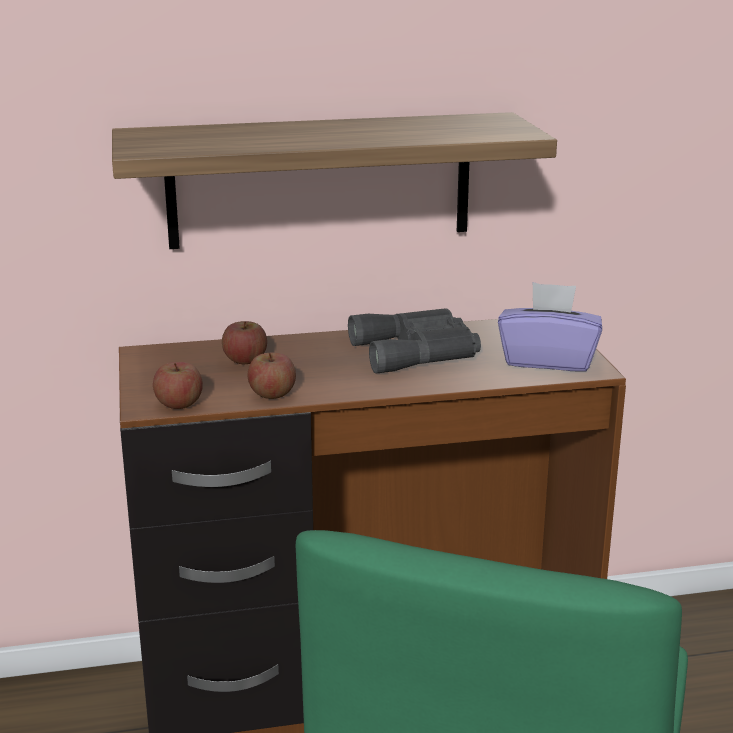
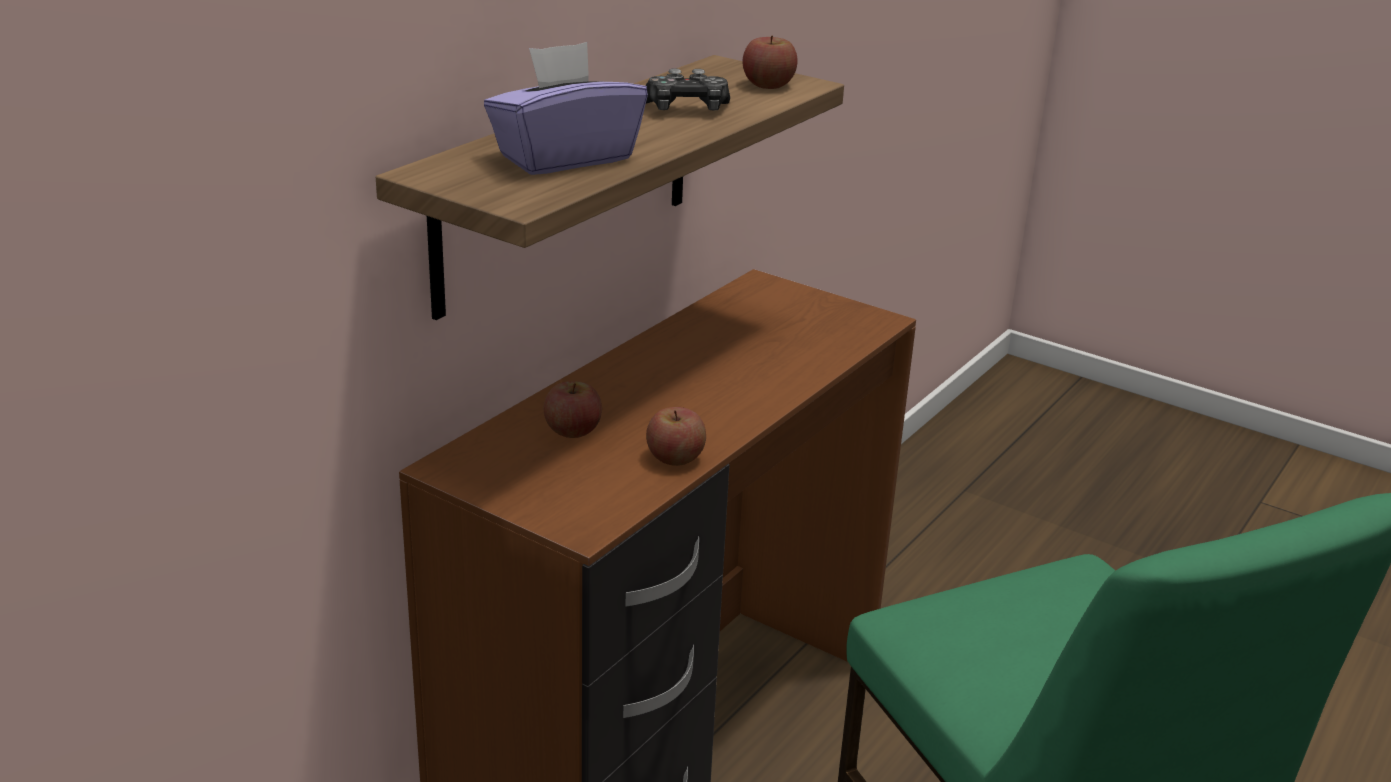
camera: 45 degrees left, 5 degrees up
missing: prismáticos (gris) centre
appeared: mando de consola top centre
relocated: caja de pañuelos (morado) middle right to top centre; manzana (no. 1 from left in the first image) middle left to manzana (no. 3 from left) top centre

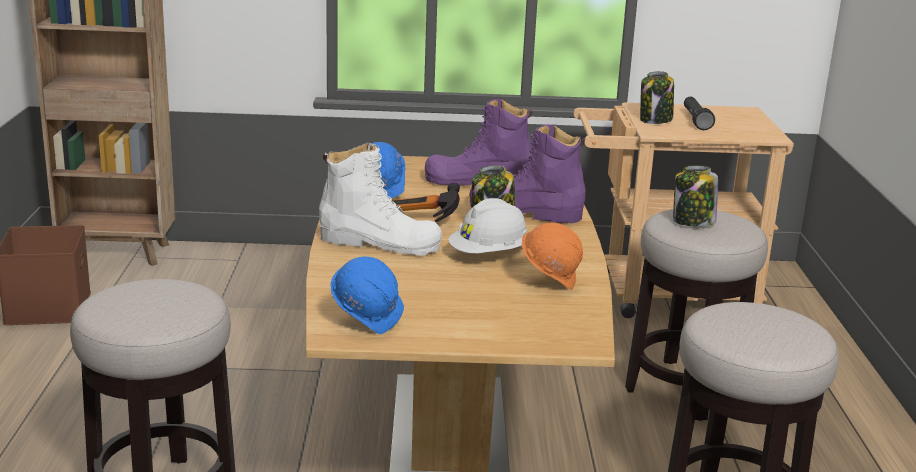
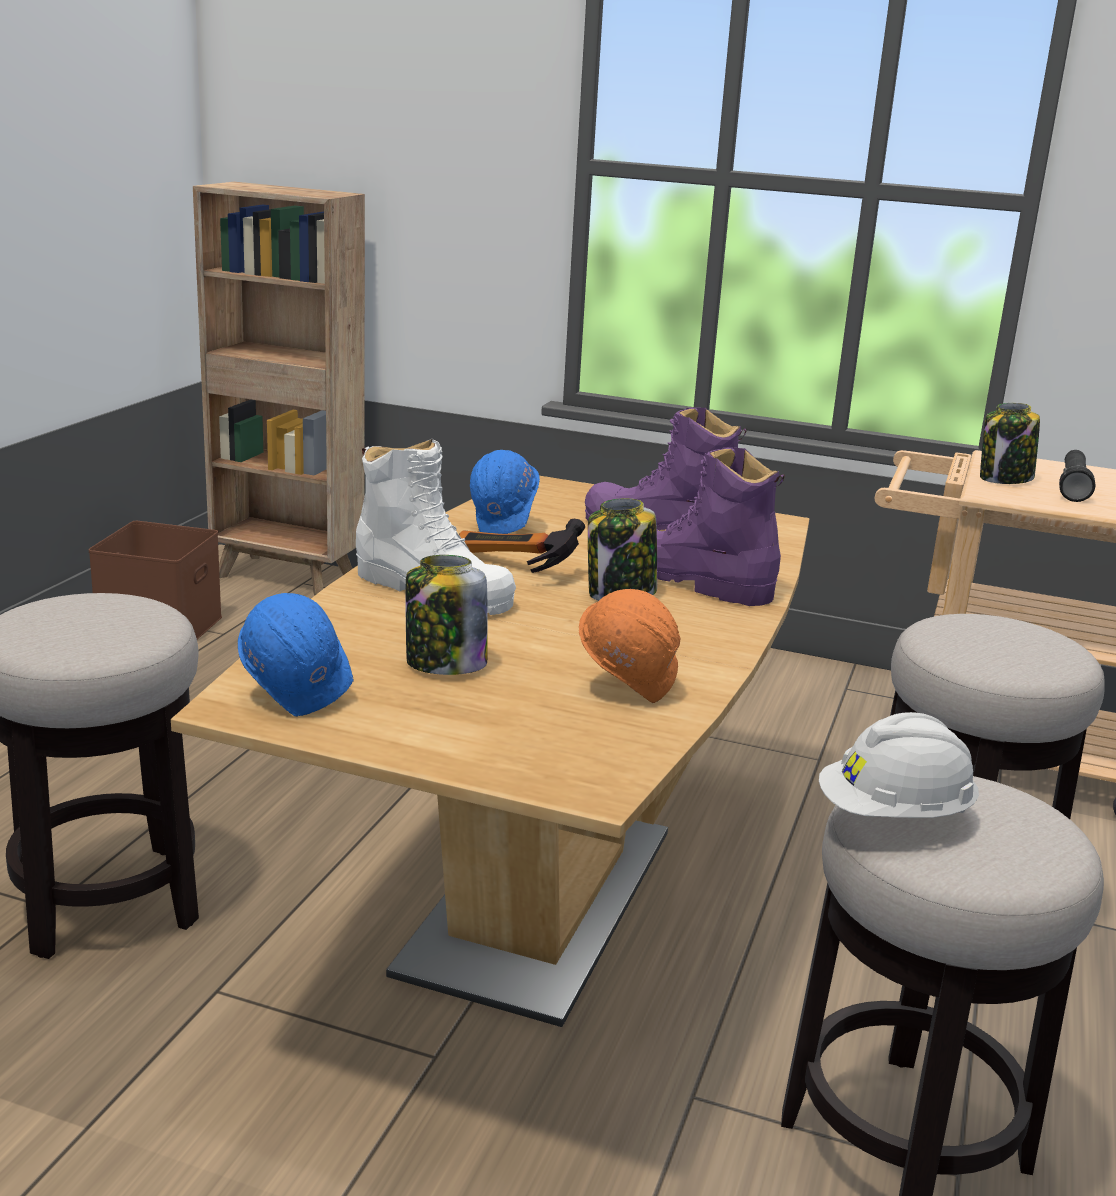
camera: 20 degrees right, 0 degrees up
relocated: tarro (no. 3 from left in the first image) middle right to tarro (no. 1 from left) centre; casco (blanco) centre to middle right

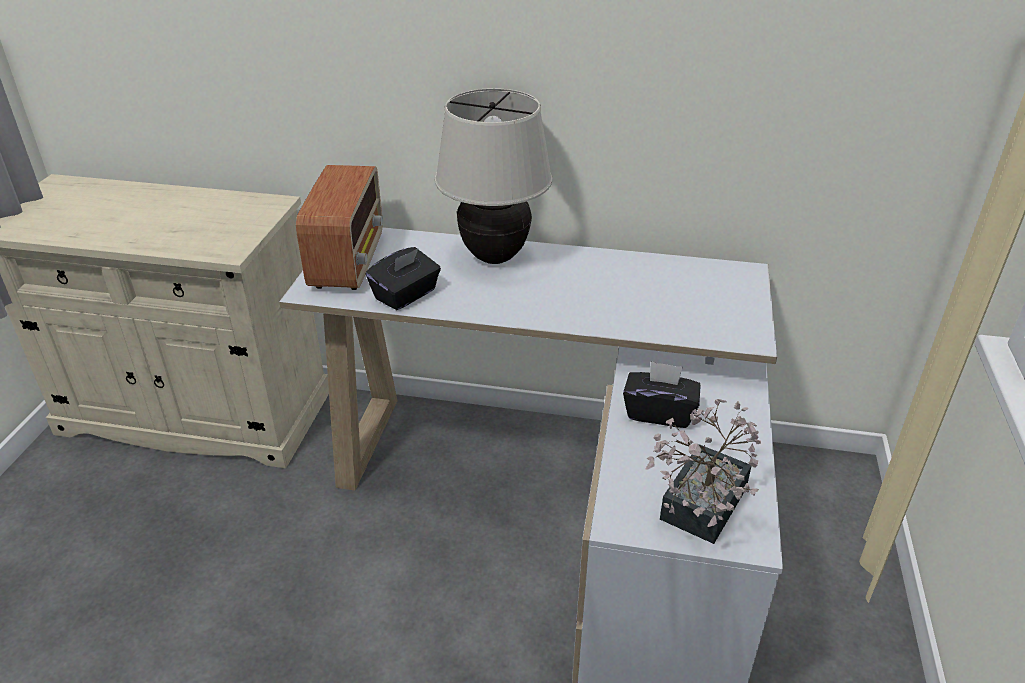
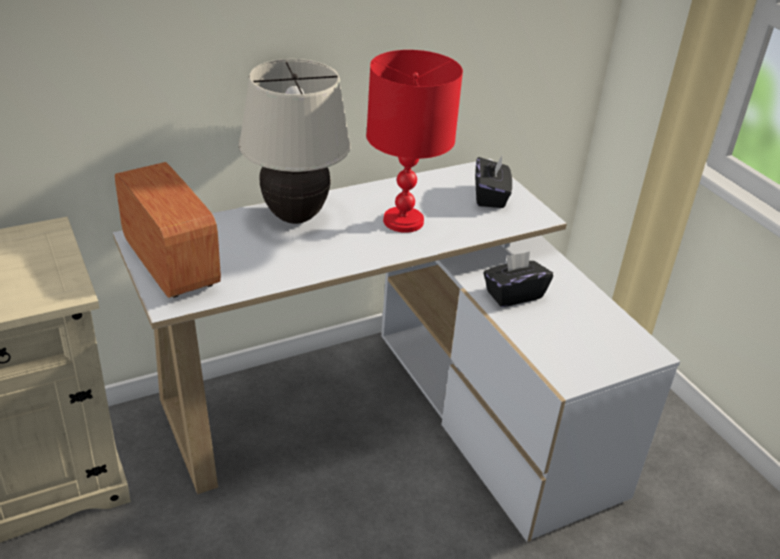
camera: 40 degrees left, 0 degrees up
missing: planta en maceta bottom right
appeared: lámpara de mesa (rojo) top centre
relocated: caja de pañuelos (negro) (no. 1 from left) centre to top centre

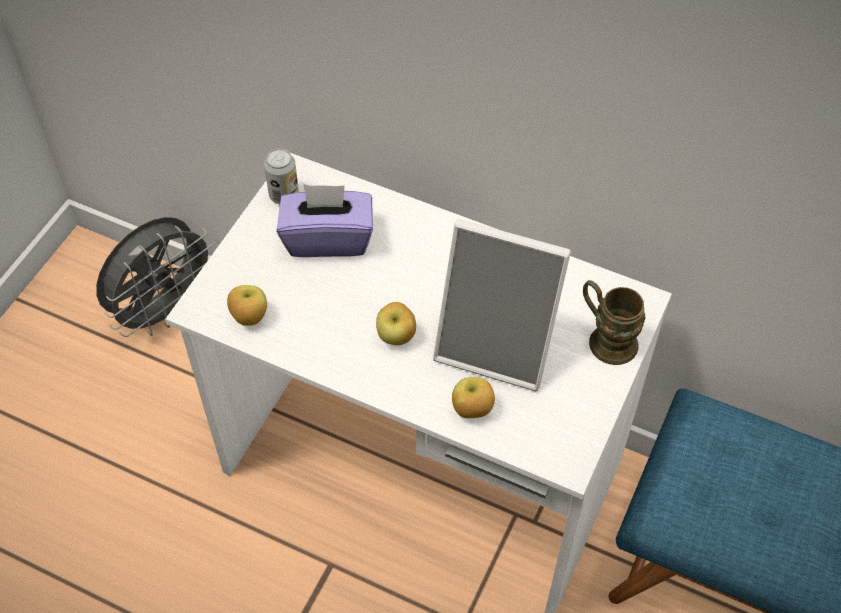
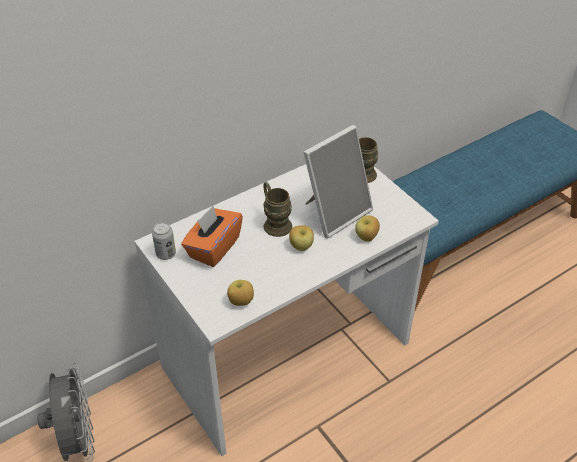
camera: 60 degrees left, 10 degrees down
appeared: taza grande (marrón) (no. 1 from left) centre
colour: caja de pañuelos (morado) centre to caja de pañuelos (naranja) centre

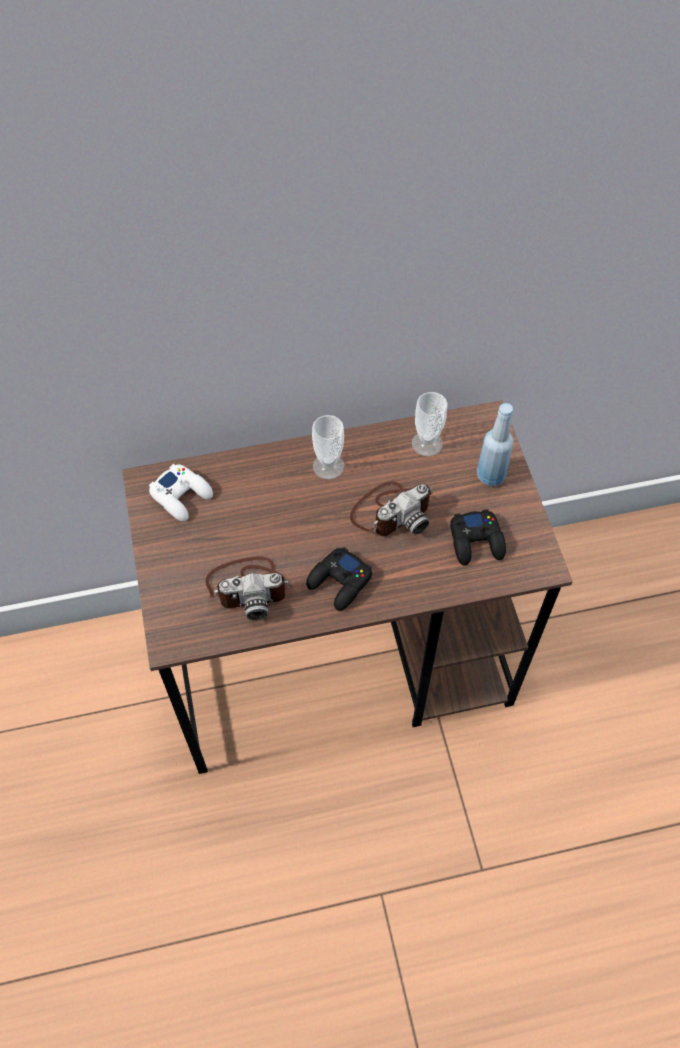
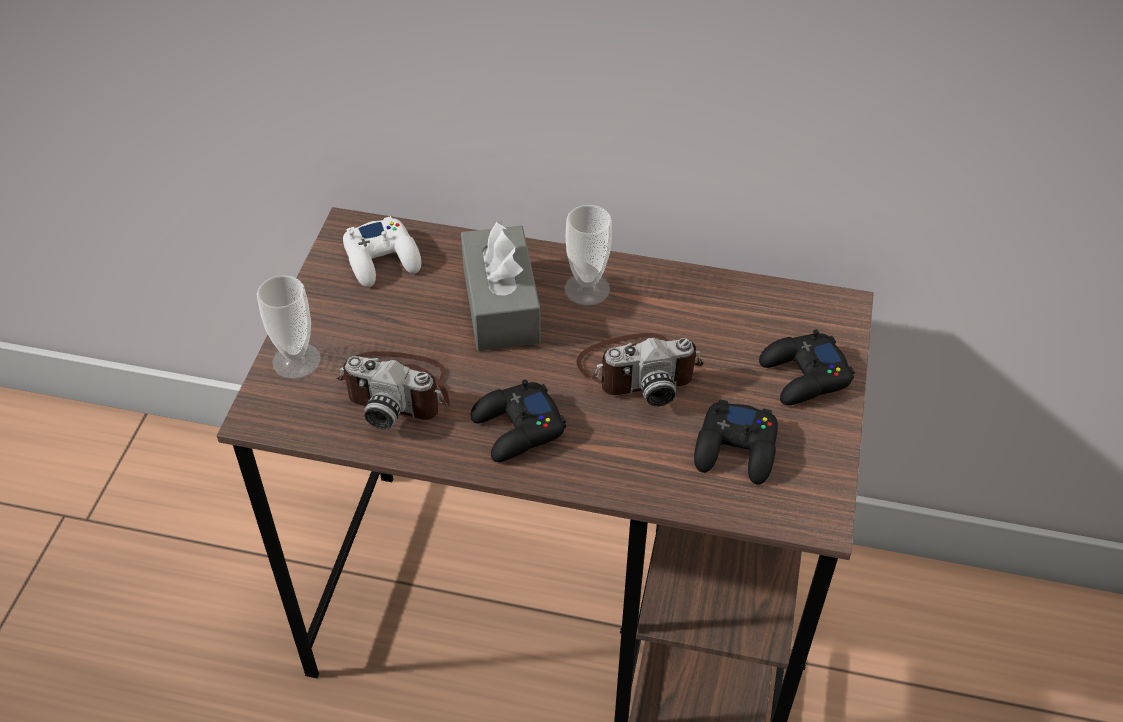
camera: 25 degrees right, 10 degrees down
appeared: caja de pañuelos (gris) centre
relocated: taza (no. 2 from left in the first image) centre to taza (no. 1 from left) middle left
exchanged: botella (azul) middle right to mando de consola (negro) (no. 3 from left) middle right

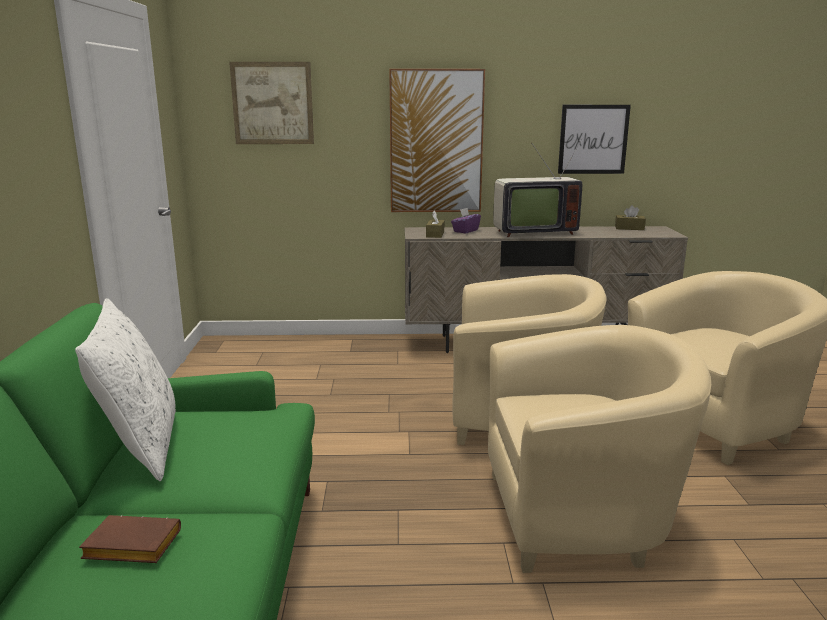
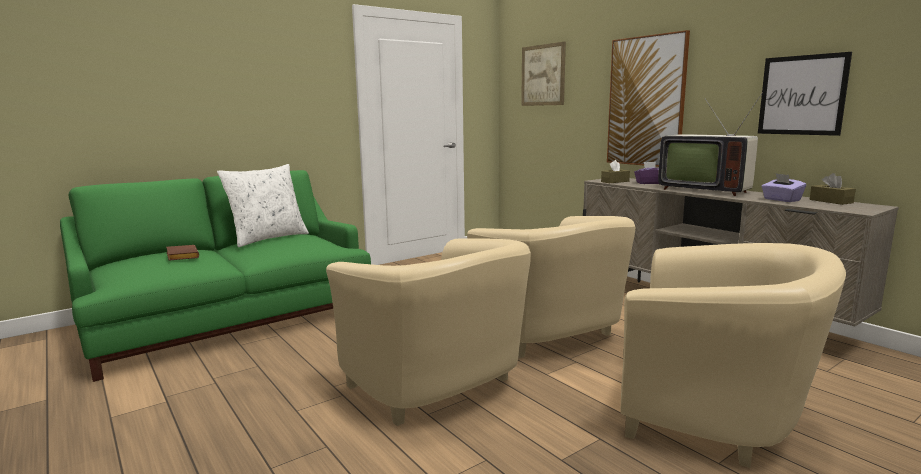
camera: 55 degrees right, 5 degrees down
appeared: caja de pañuelos (morado) (no. 2 from left) middle right

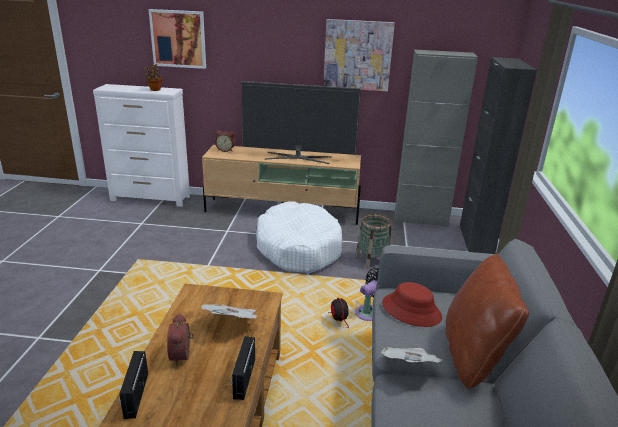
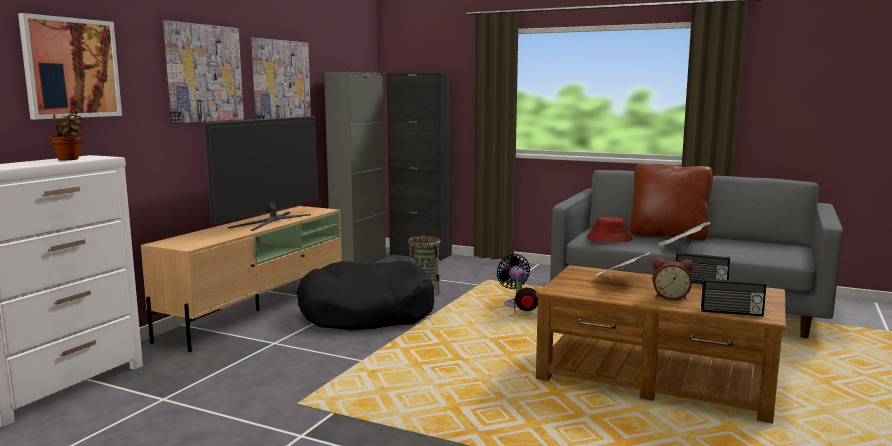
camera: 70 degrees left, 15 degrees down
missing: despertador (no. 2 from left) top centre
appeared: cuadro (no. 2 from left) top left
colour: cama para perro (blanco) centre to cama para perro (negro) centre

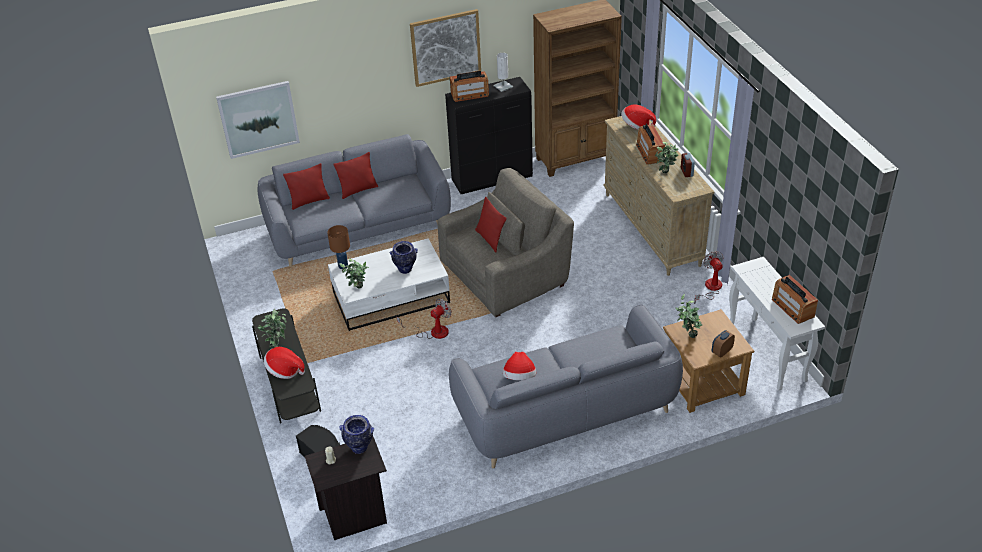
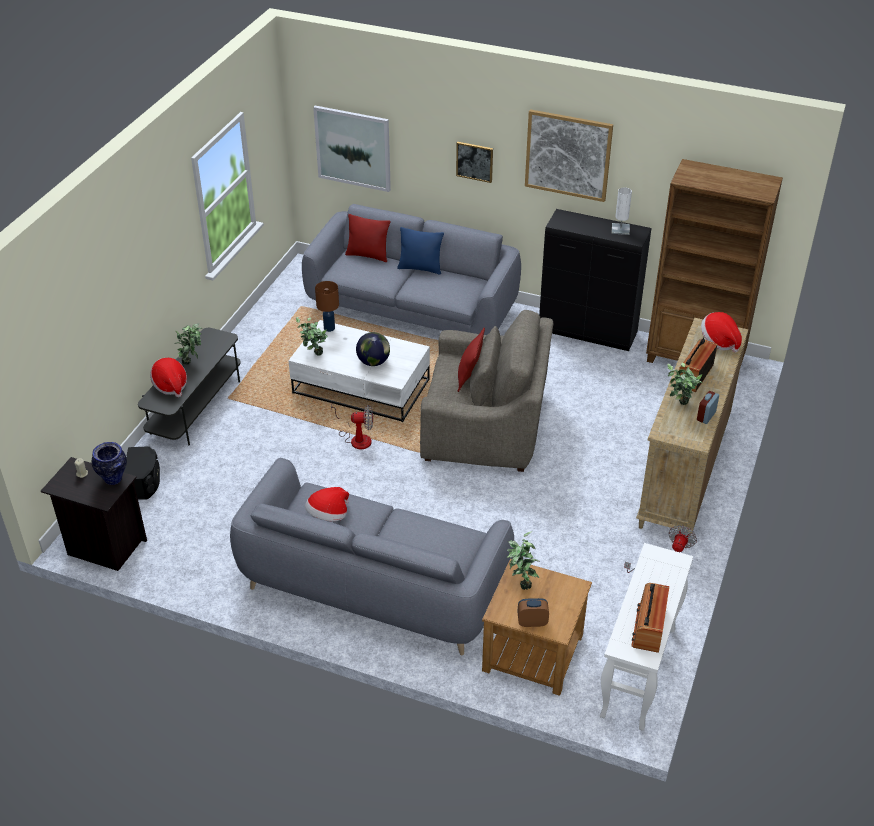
camera: 40 degrees right, 0 degrees up
missing: radio (no. 1 from left) top centre
appeared: cuadro (no. 2 from left) top centre
exchanged: florero (no. 2 from left) centre to globo terráqueo centre
colour: cojín (rojo) (no. 2 from left) top centre to cojín (azul) top centre

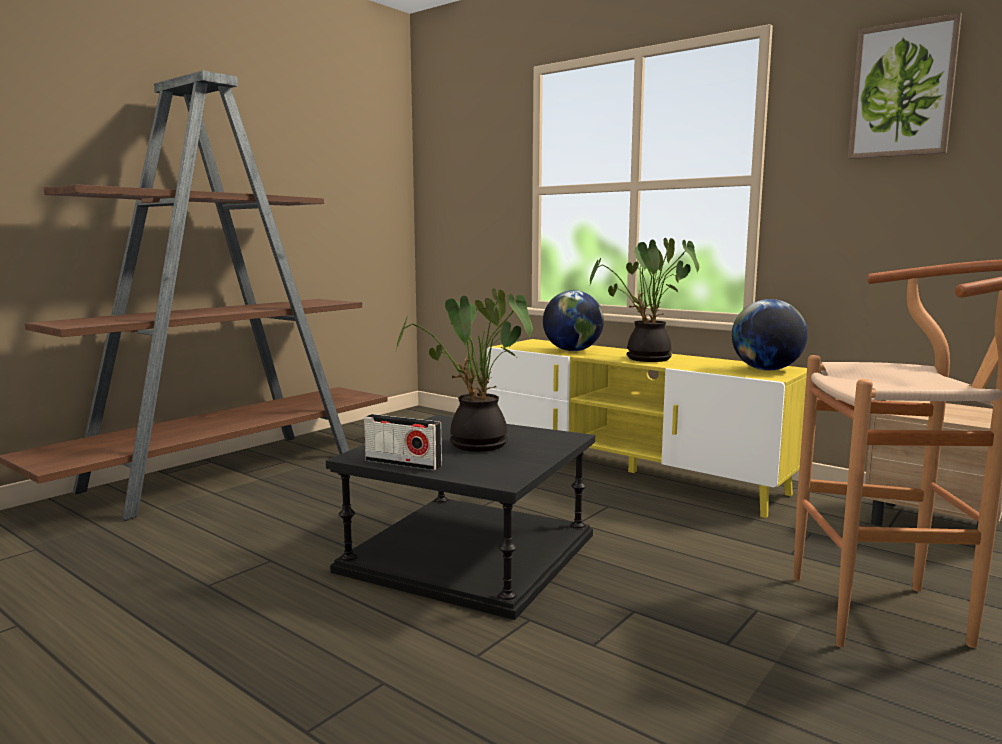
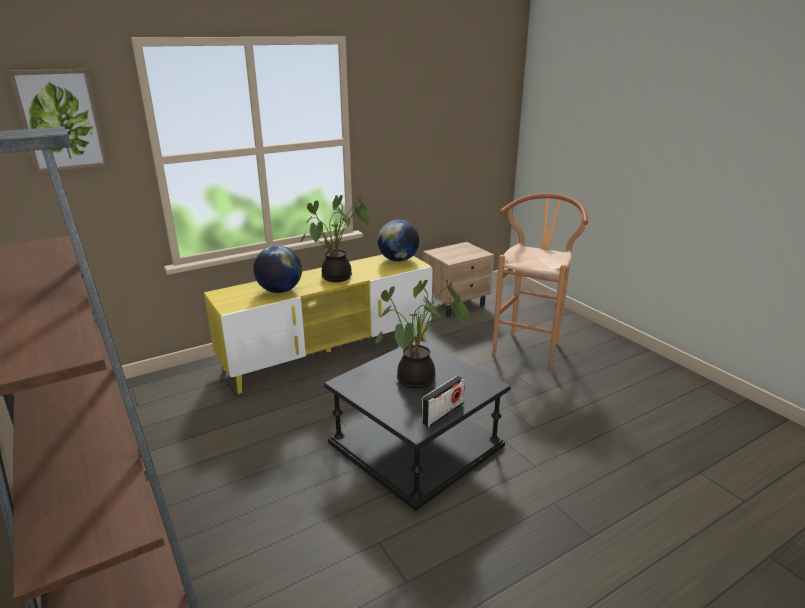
camera: 70 degrees left, 15 degrees up
relocated: cuadro top right to top left

